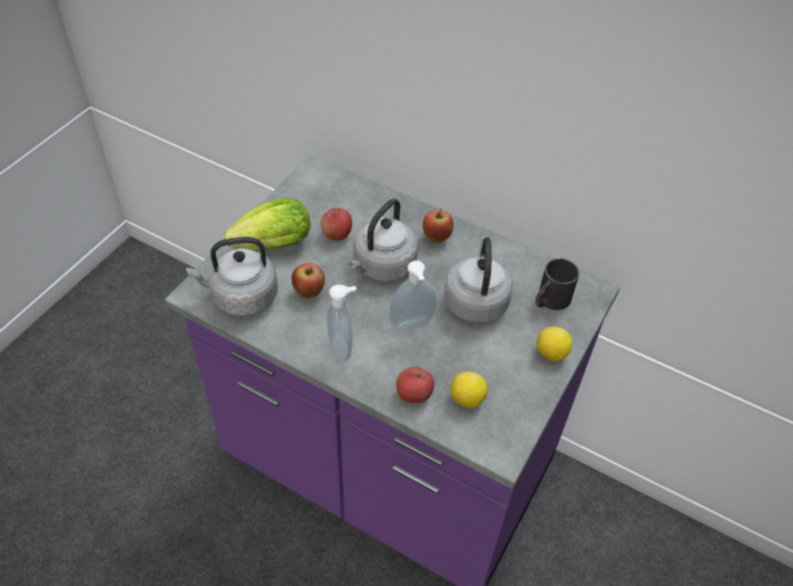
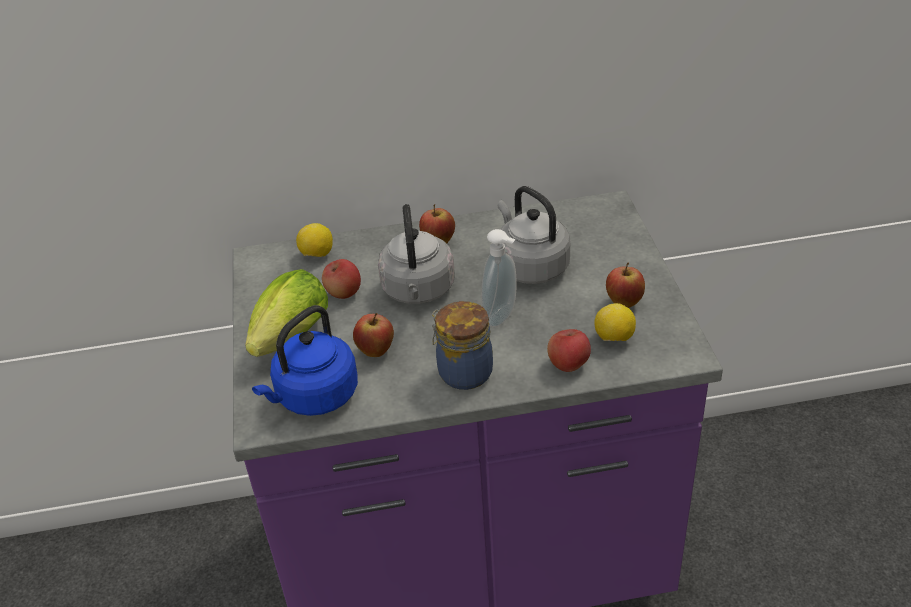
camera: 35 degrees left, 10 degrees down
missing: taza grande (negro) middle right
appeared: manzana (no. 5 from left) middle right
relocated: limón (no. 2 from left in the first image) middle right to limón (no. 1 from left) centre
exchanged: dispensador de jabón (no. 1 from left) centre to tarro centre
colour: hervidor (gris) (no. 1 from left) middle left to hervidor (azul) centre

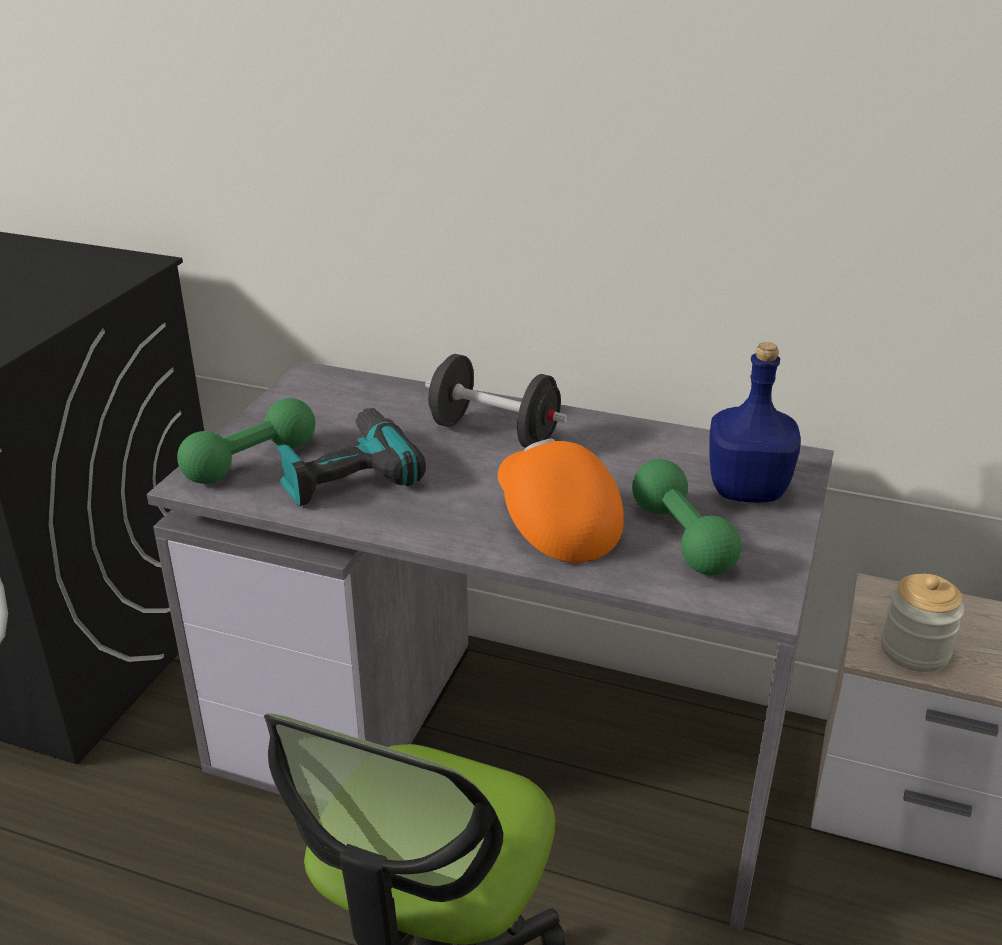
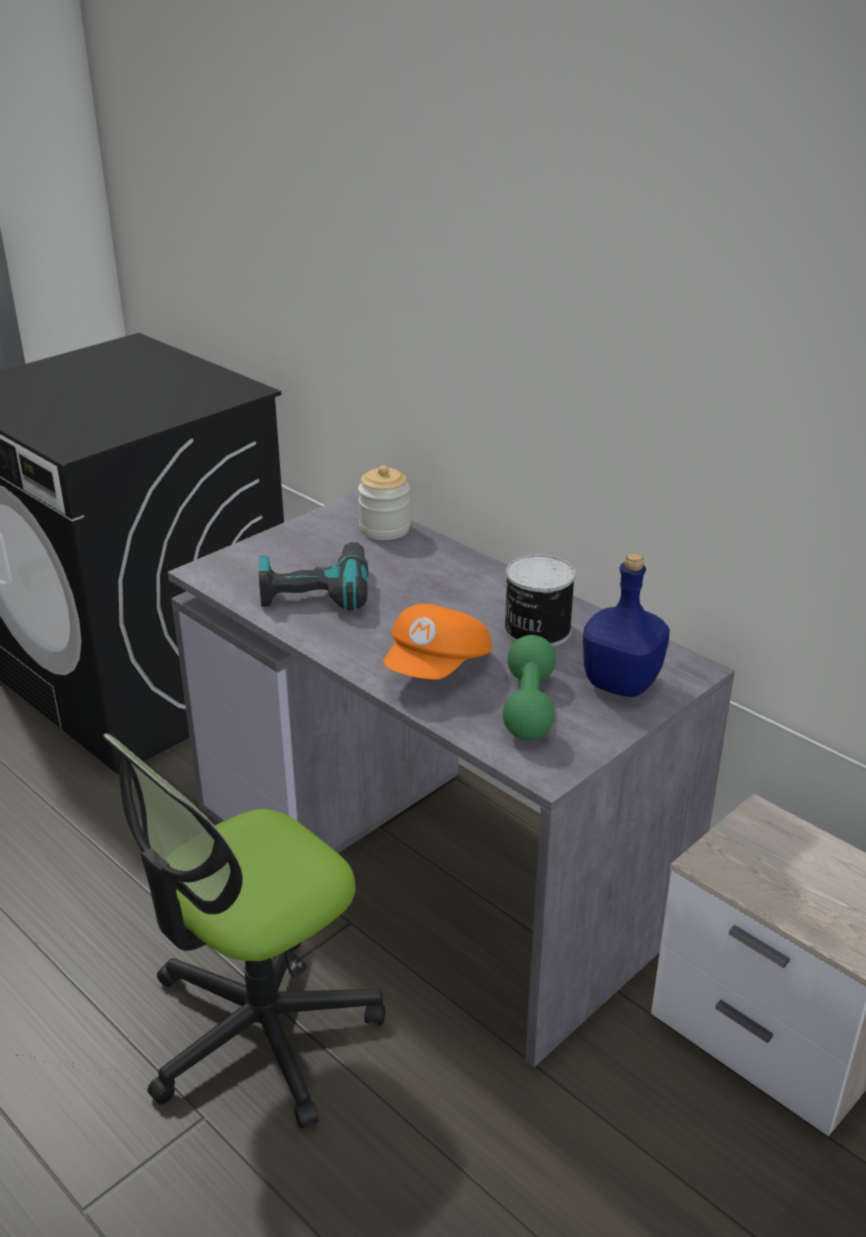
camera: 25 degrees right, 0 degrees up
missing: mancuerna (verde) (no. 1 from left) middle left; mancuerna (negro) centre
appeared: lata centre
relocated: tarro middle right to centre
spun: gorra (naranja) centre = centre 150 degrees counterclockwise

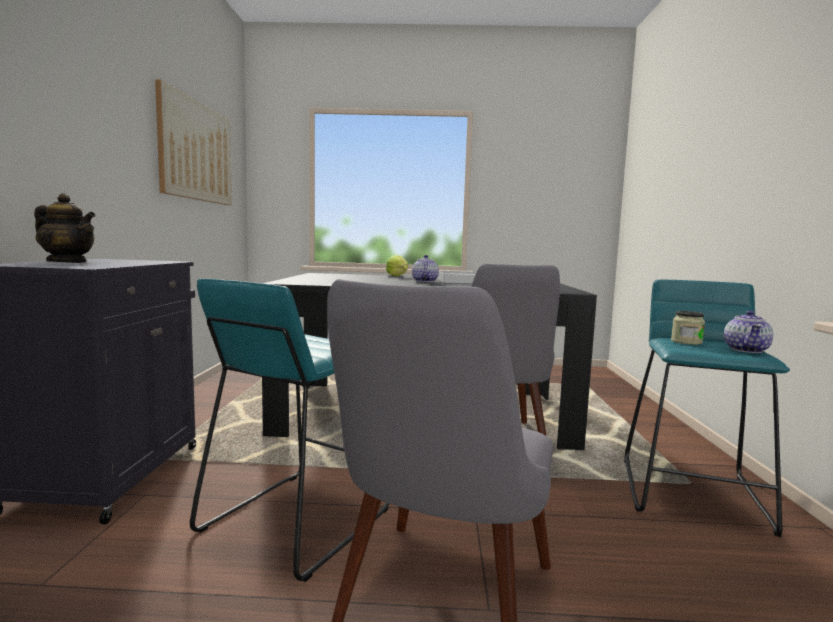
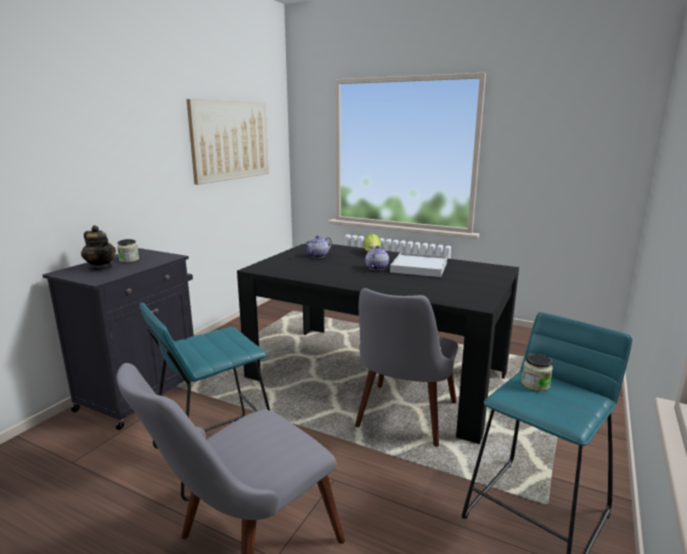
camera: 25 degrees right, 10 degrees up
appeared: tarro (no. 1 from left) middle left
relocated: tetera (no. 3 from left in the first image) middle right to tetera (no. 2 from left) centre

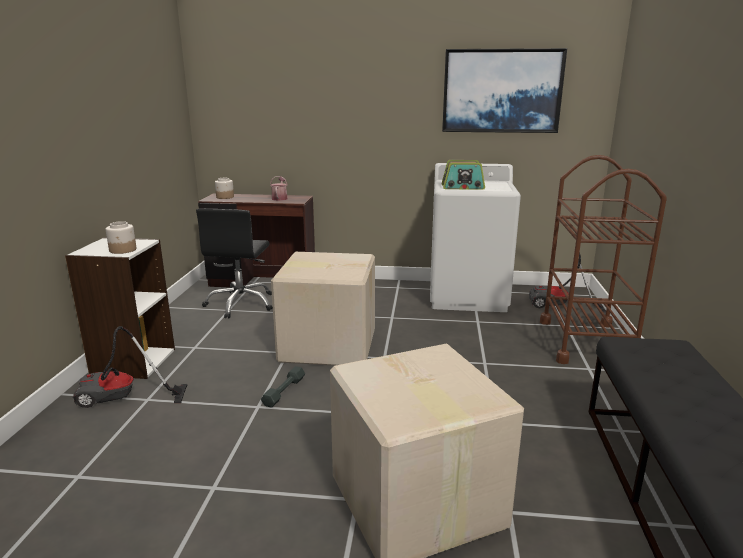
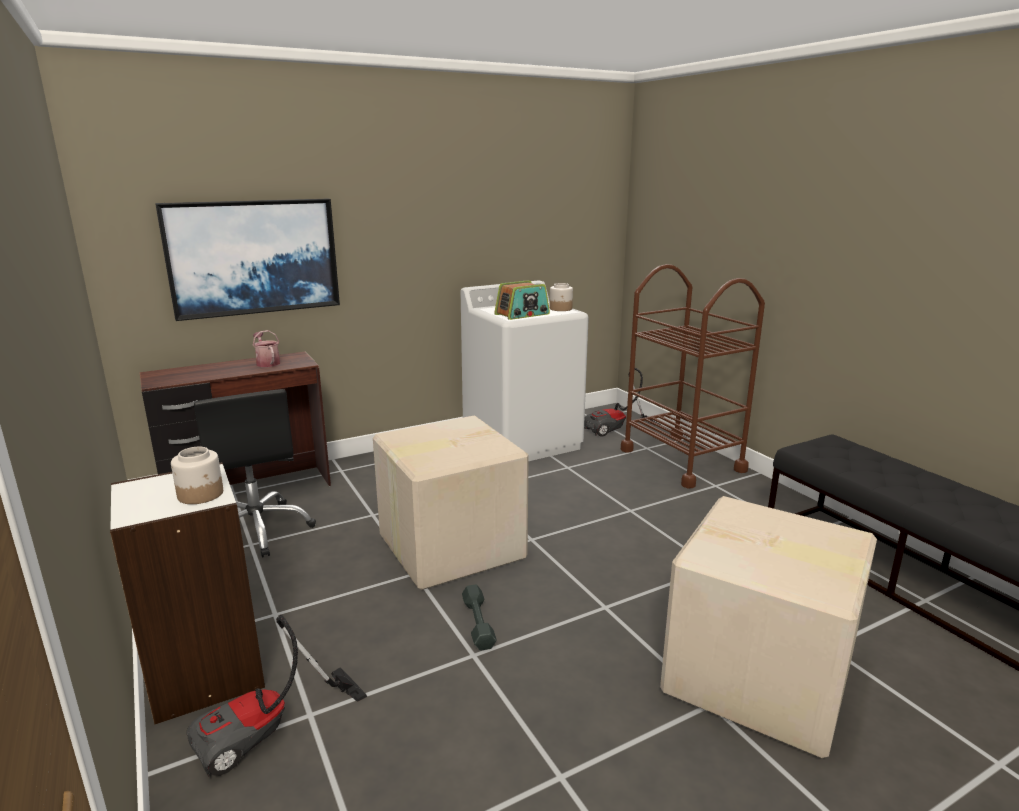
camera: 35 degrees left, 0 degrees up
relocated: cuadro top right to top left; tarro (no. 2 from left) middle left to centre

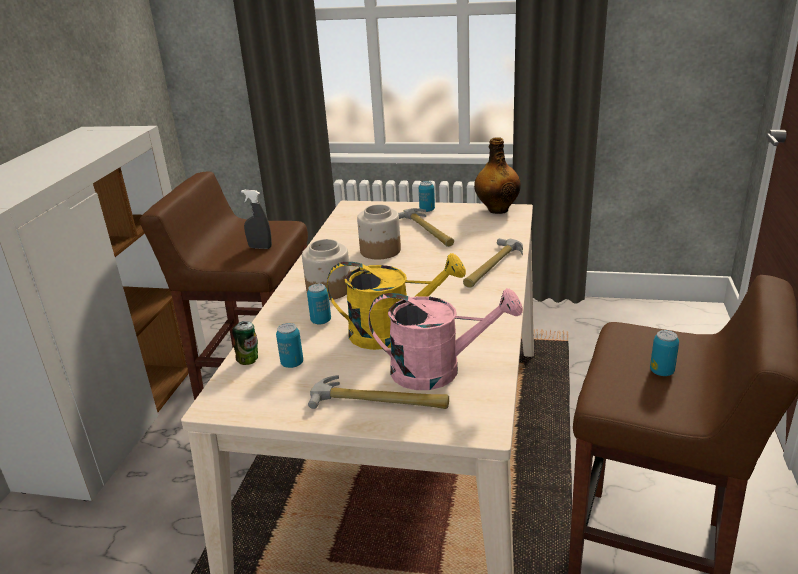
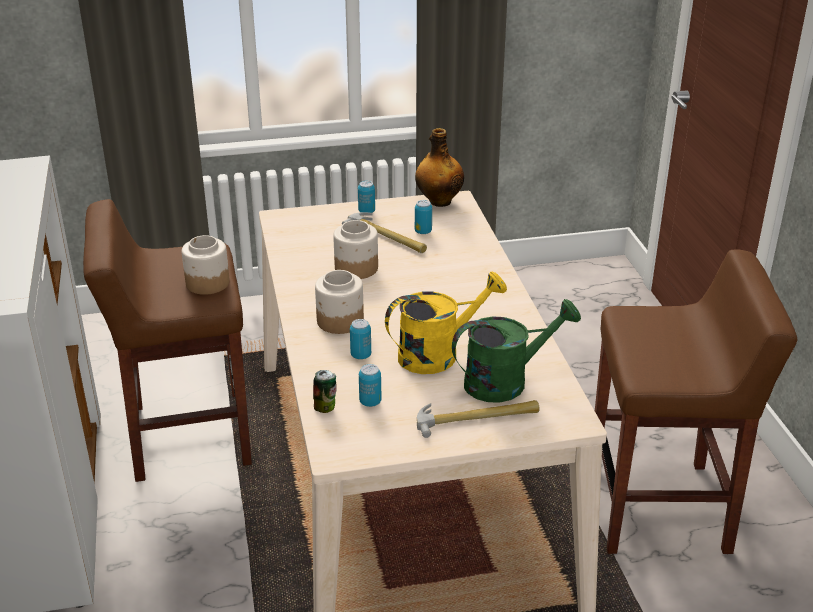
camera: 25 degrees left, 5 degrees up
missing: martillo (no. 3 from left) centre
relocated: lata (no. 5 from left) middle right to centre
exchanged: pulverizador (gris) middle left to tarro (no. 1 from left) middle left
colour: regadera (rosa) centre to regadera (verde) centre

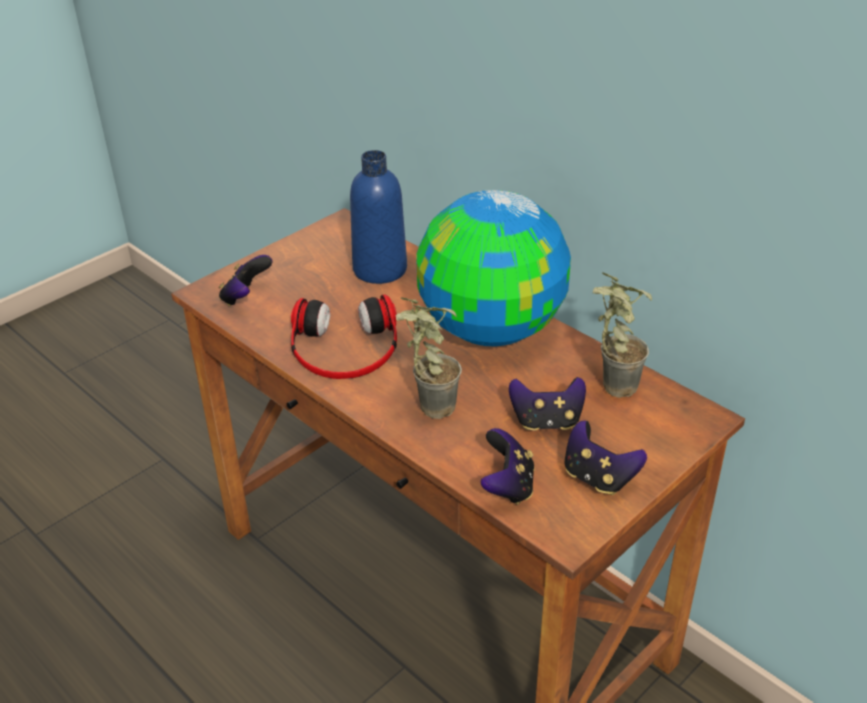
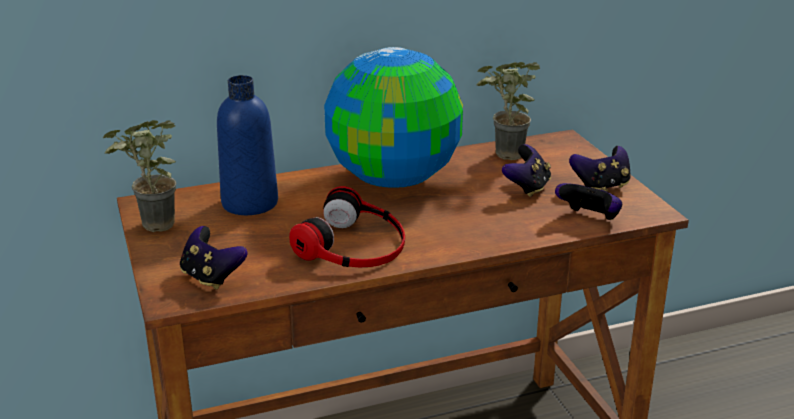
camera: 65 degrees left, 10 degrees down
relocated: planta en maceta (no. 1 from left) centre to middle left

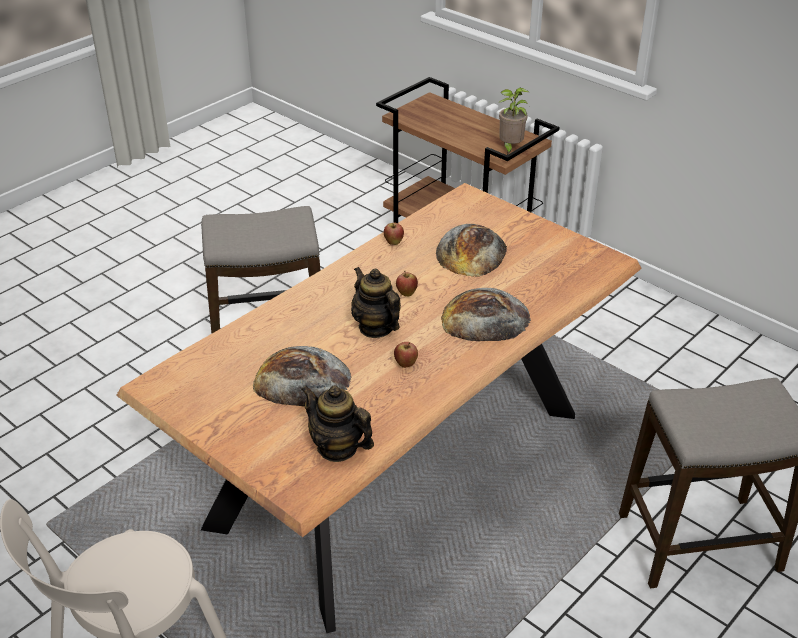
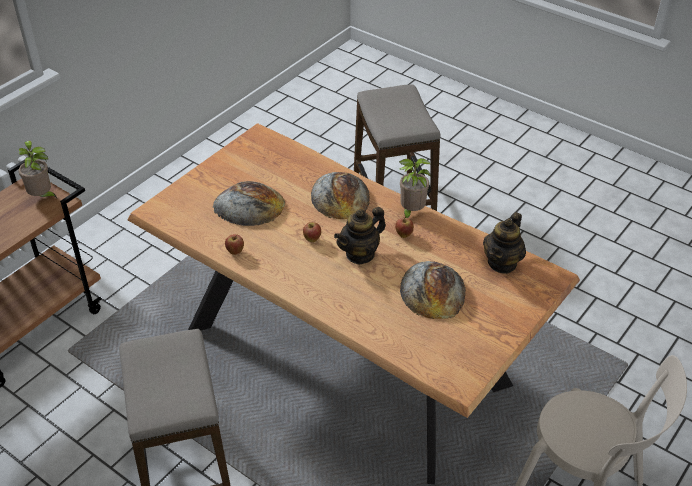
camera: 95 degrees left, 5 degrees up
appeared: planta en maceta (no. 2 from left) centre

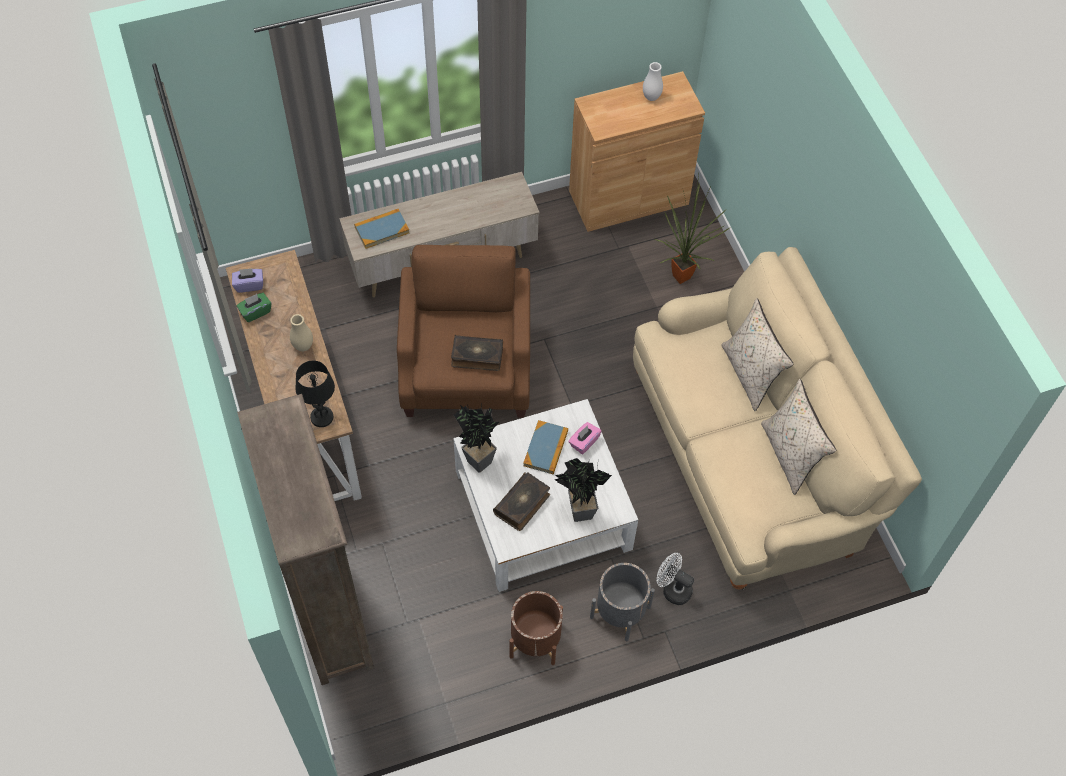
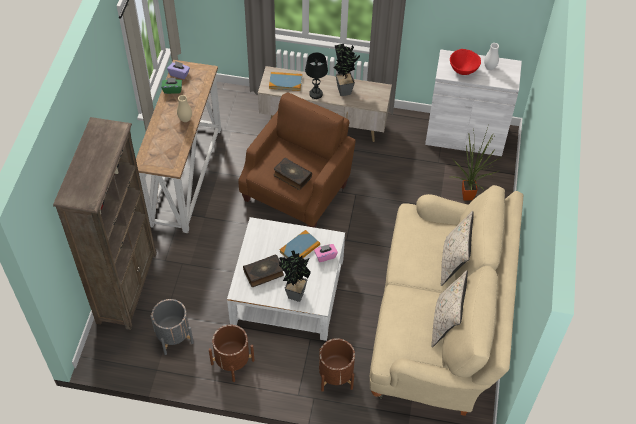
camera: 30 degrees right, 5 degrees down
appeared: cuenco (rojo) top right
relocated: maceta (gris) bottom centre to bottom left; lámpara de mesa (negro) middle left to top centre; planta en maceta (no. 1 from left in the first image) centre to planta en maceta (no. 2 from left) top centre
exchanged: ventilador (blanco) bottom centre to maceta (marrón) (no. 2 from left) bottom centre
colour: armario (marrón) top centre to armario (blanco) top right

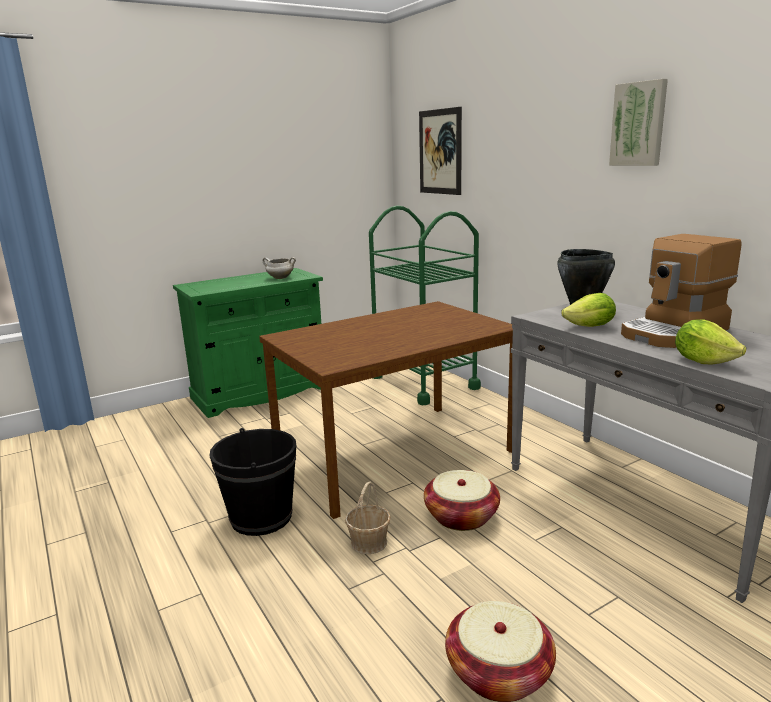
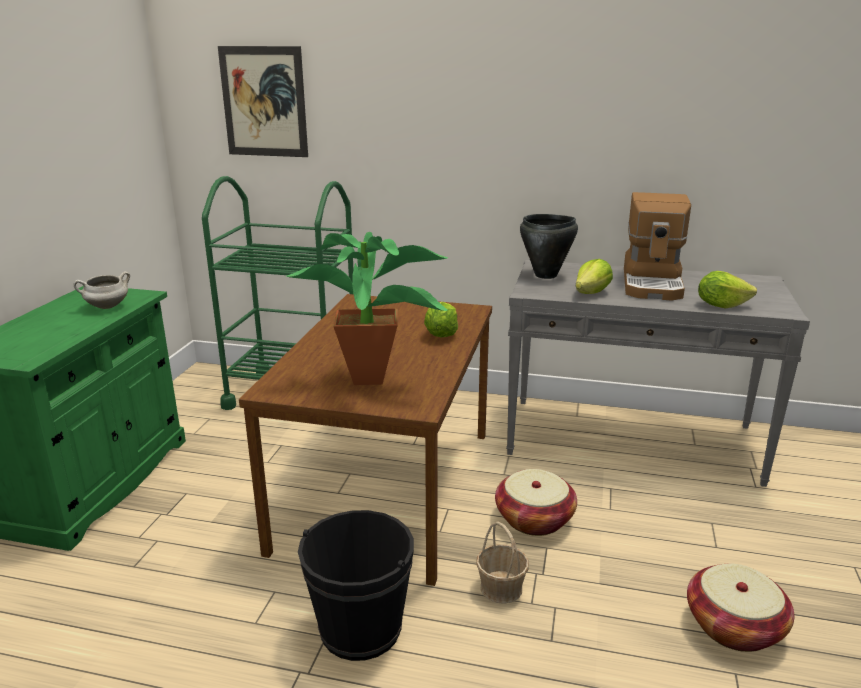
camera: 45 degrees left, 5 degrees up
missing: cuadro (no. 2 from left) top right
appeared: planta en maceta centre; lechuga (no. 1 from left) centre

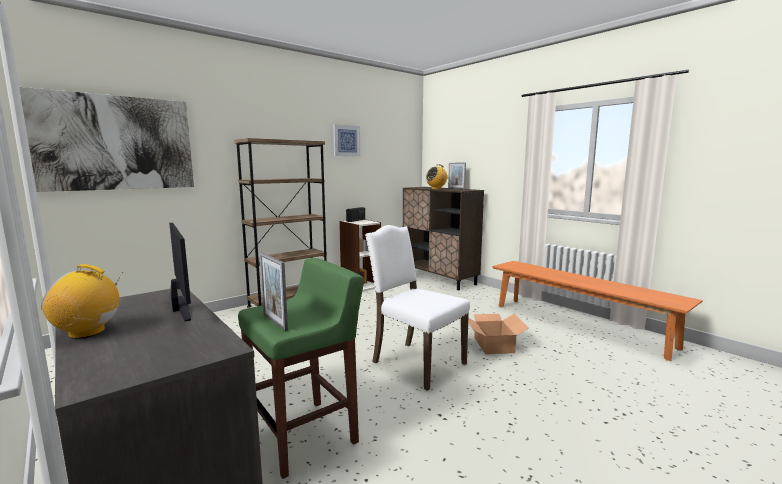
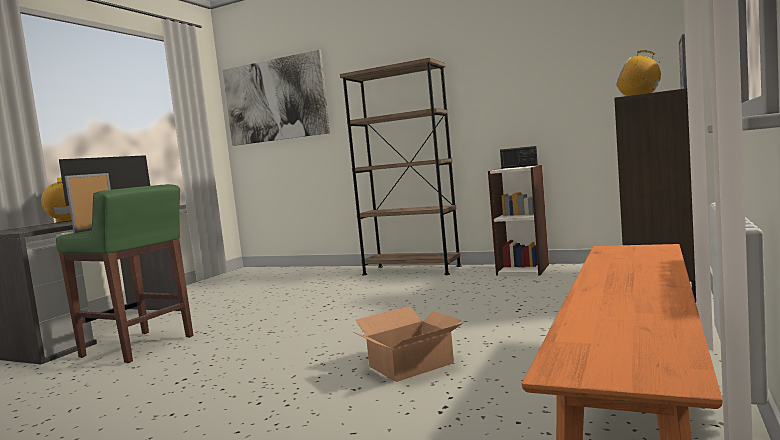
camera: 65 degrees right, 5 degrees down
missing: cuadro (no. 2 from left) top centre; silla (blanco) centre

